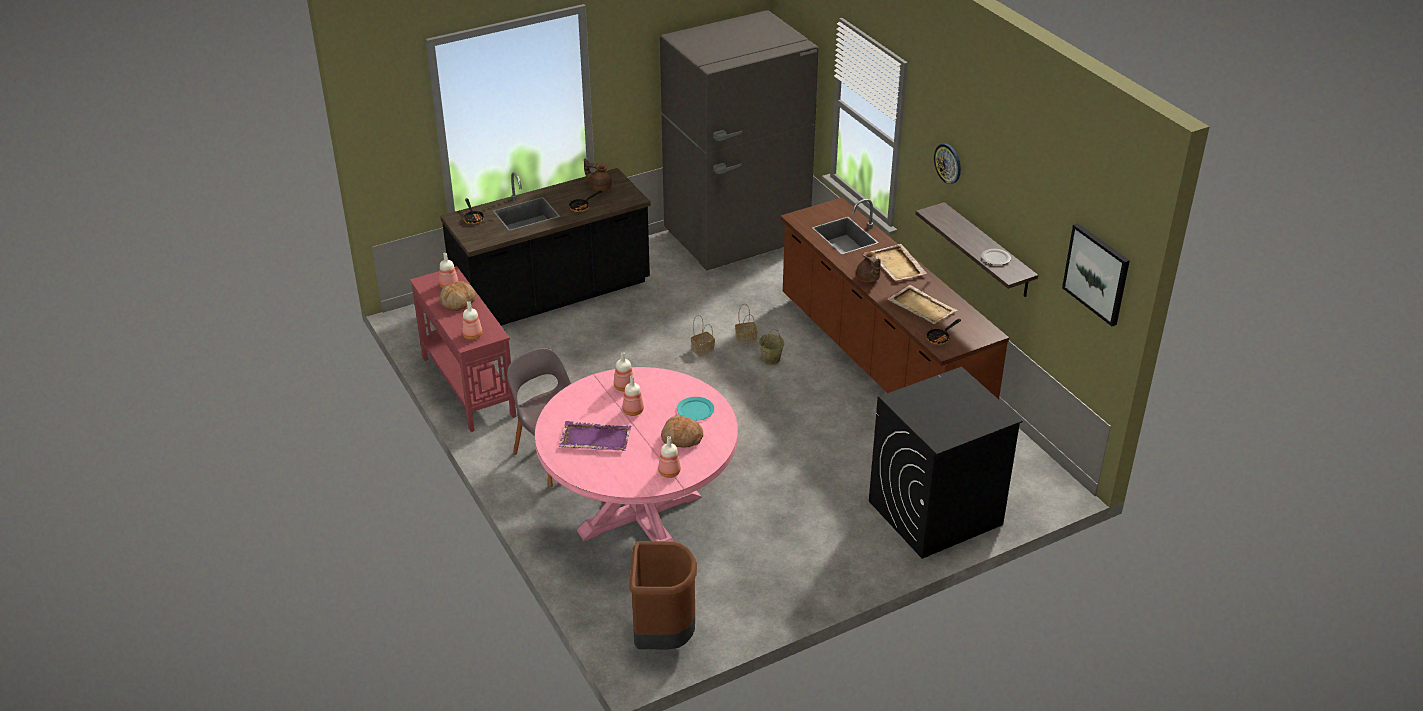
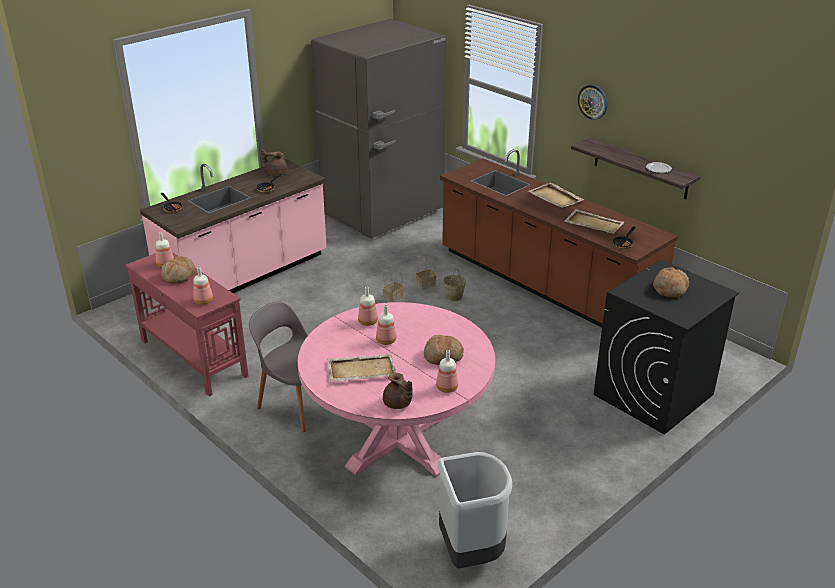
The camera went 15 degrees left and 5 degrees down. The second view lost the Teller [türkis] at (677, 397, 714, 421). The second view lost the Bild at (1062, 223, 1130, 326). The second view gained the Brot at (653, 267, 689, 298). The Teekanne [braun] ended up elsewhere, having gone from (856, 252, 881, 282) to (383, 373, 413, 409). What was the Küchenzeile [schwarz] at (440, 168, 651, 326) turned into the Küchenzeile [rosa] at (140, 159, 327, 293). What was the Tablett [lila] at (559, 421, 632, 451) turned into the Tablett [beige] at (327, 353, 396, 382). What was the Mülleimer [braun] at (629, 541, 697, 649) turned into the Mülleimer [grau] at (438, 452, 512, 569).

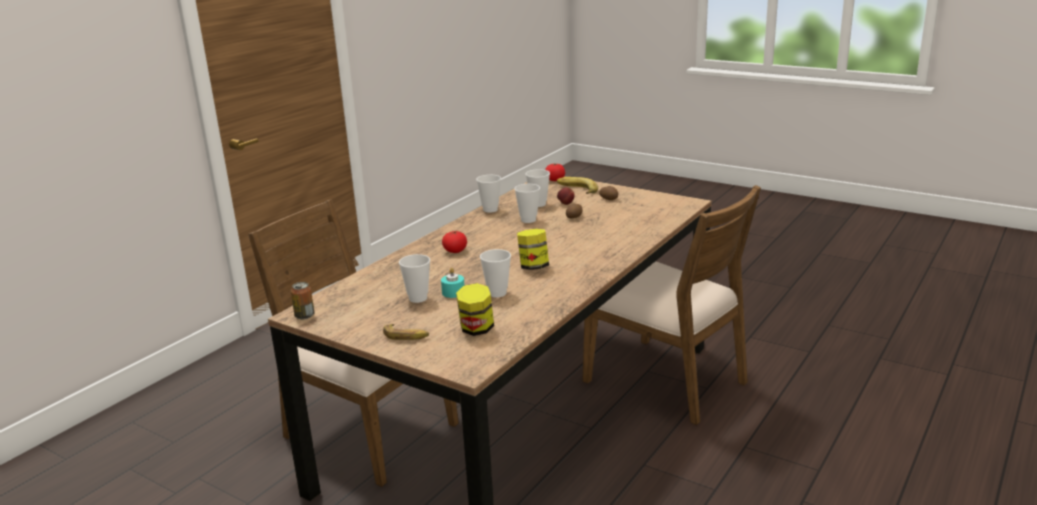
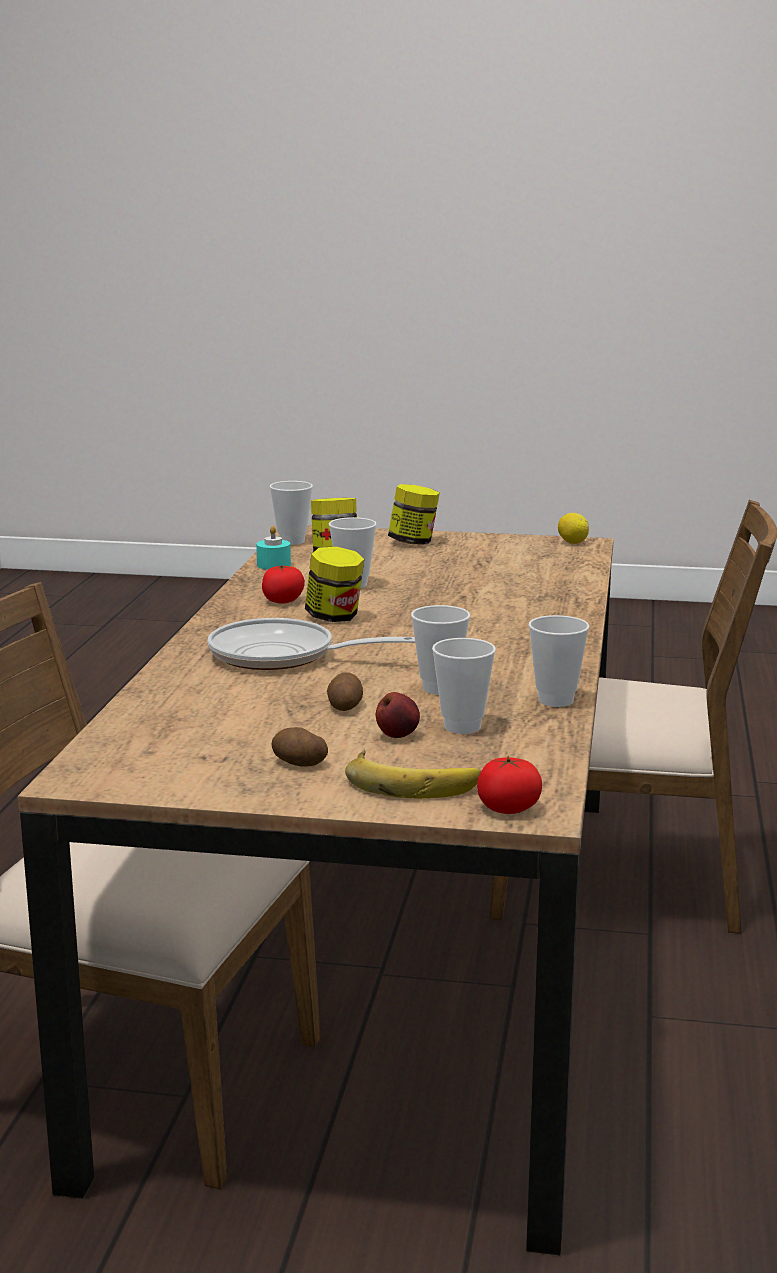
The camera went 155 degrees right and 5 degrees down. The second view gained the Pfanne at (208, 618, 415, 670). The Tasse ended up elsewhere, having gone from (399, 254, 430, 303) to (270, 481, 313, 545). The Kerze [türkis] ended up elsewhere, having gone from (441, 268, 464, 298) to (256, 526, 291, 570). The Tomate ended up elsewhere, having gone from (442, 231, 467, 253) to (262, 565, 305, 604). Where the Dose stood at (291, 282, 314, 319), the Zitrone came to stand at (558, 513, 589, 544). Where the Banane stood at (383, 324, 429, 340), the Vorratsglas came to stand at (388, 484, 440, 544).

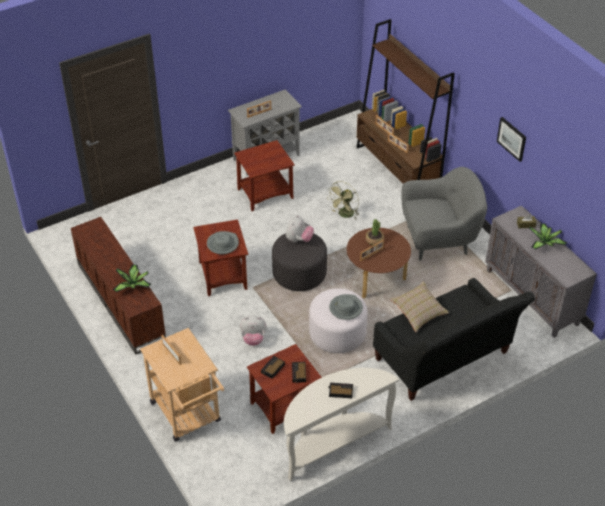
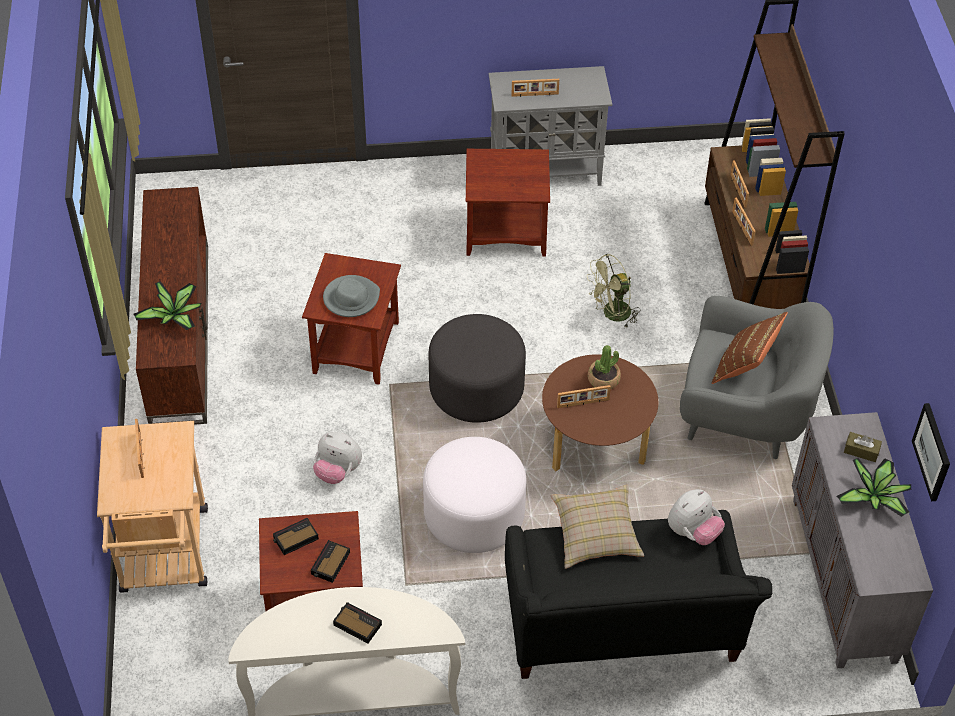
The camera went 25 degrees right and 5 degrees up. The second view lost the Hut [grau] at (329, 294, 363, 320). The second view gained the Kissen [braun] at (712, 312, 788, 384). The Plüschtier ended up elsewhere, having gone from (286, 215, 314, 242) to (668, 489, 725, 545). The Bild ended up elsewhere, having gone from (497, 117, 526, 162) to (912, 403, 950, 501).

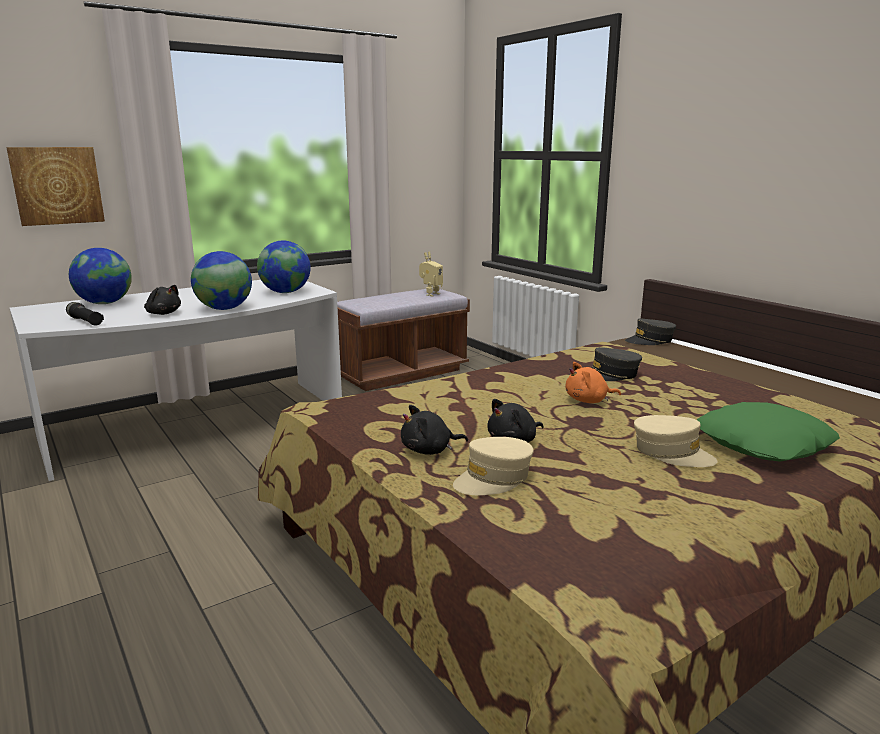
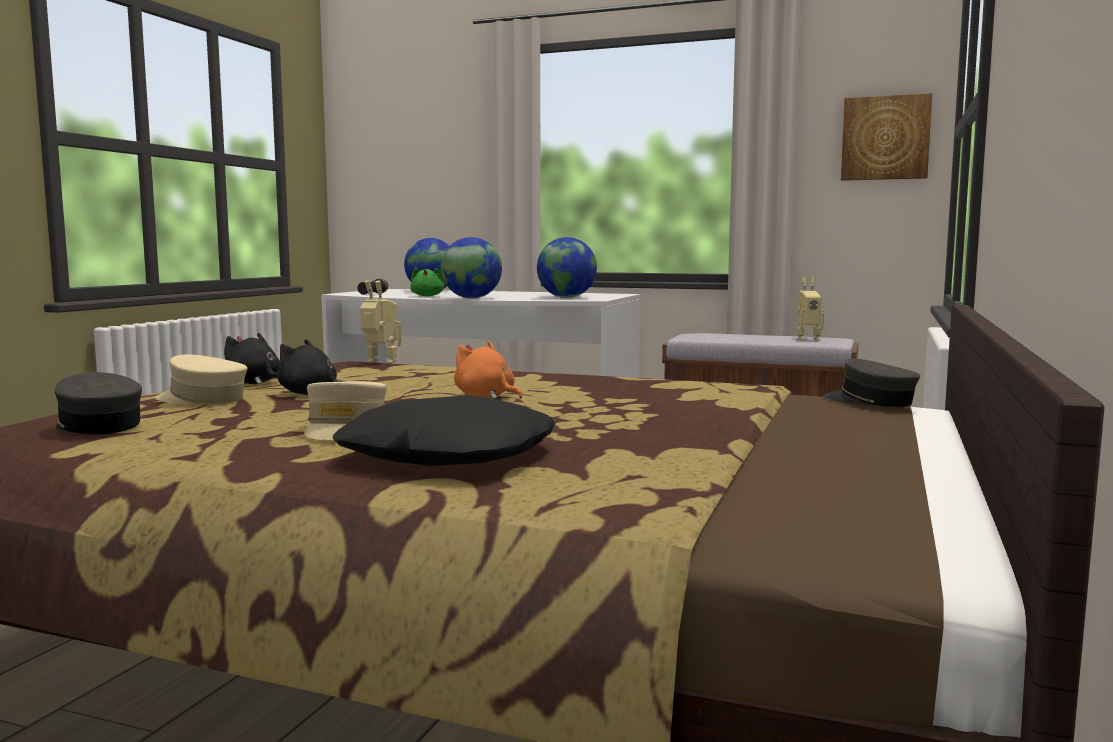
The camera went 55 degrees right and 10 degrees down. The second view gained the Spielzeugroboter at (360, 280, 402, 364). The Bild ended up elsewhere, having gone from (6, 147, 105, 226) to (841, 93, 932, 181). The Kappe [grau] ended up elsewhere, having gone from (592, 347, 642, 381) to (55, 372, 142, 434). What was the Plüschtier [schwarz] at (144, 285, 181, 315) turned into the Plüschtier [grün] at (410, 267, 444, 296). What was the Kissen [grün] at (697, 402, 840, 462) turned into the Kissen [schwarz] at (333, 395, 555, 466).

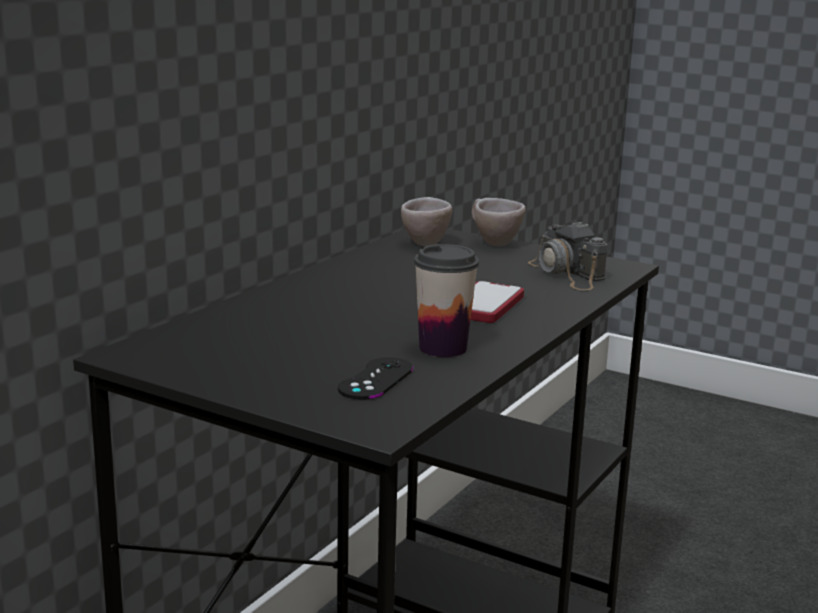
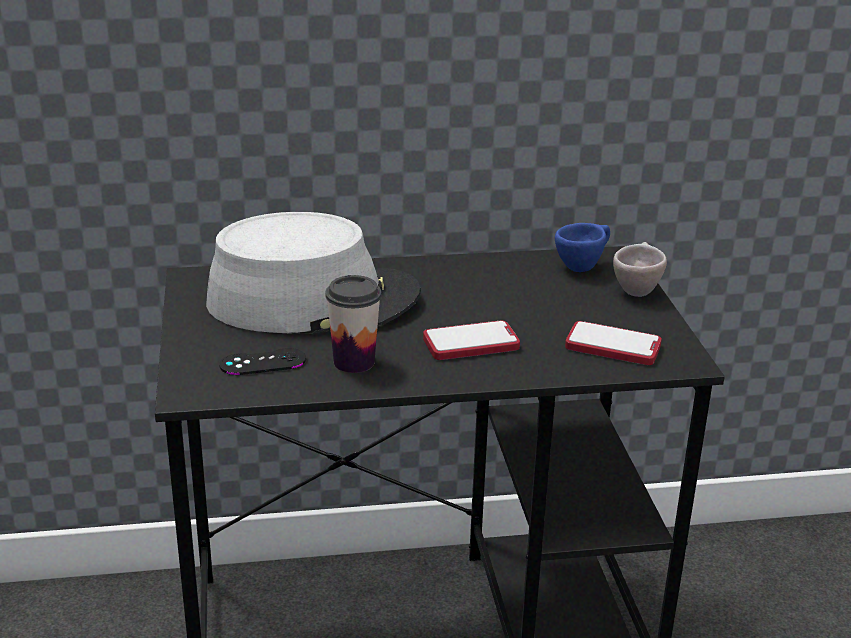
The camera went 50 degrees right and 10 degrees up. The second view gained the Hut [grau] at (206, 212, 421, 333). Where the Kamera stood at (528, 222, 607, 290), the Handy came to stand at (565, 321, 662, 365). What was the Tasse [beige] at (401, 197, 452, 246) turned into the Tasse [blau] at (555, 223, 610, 272).

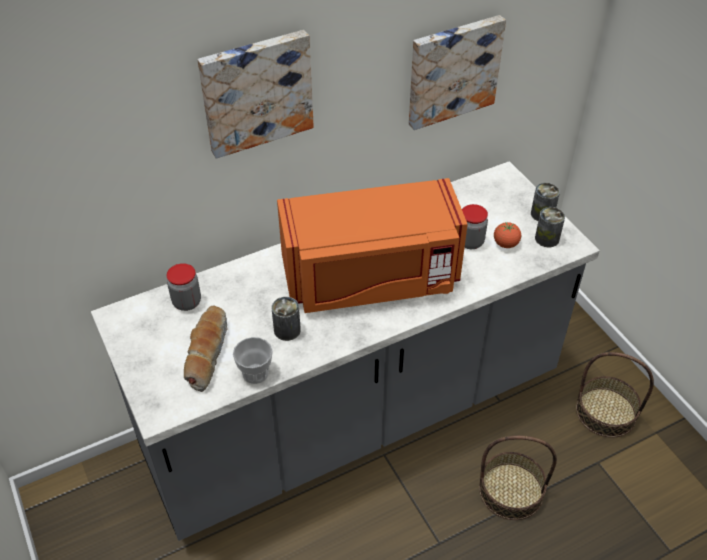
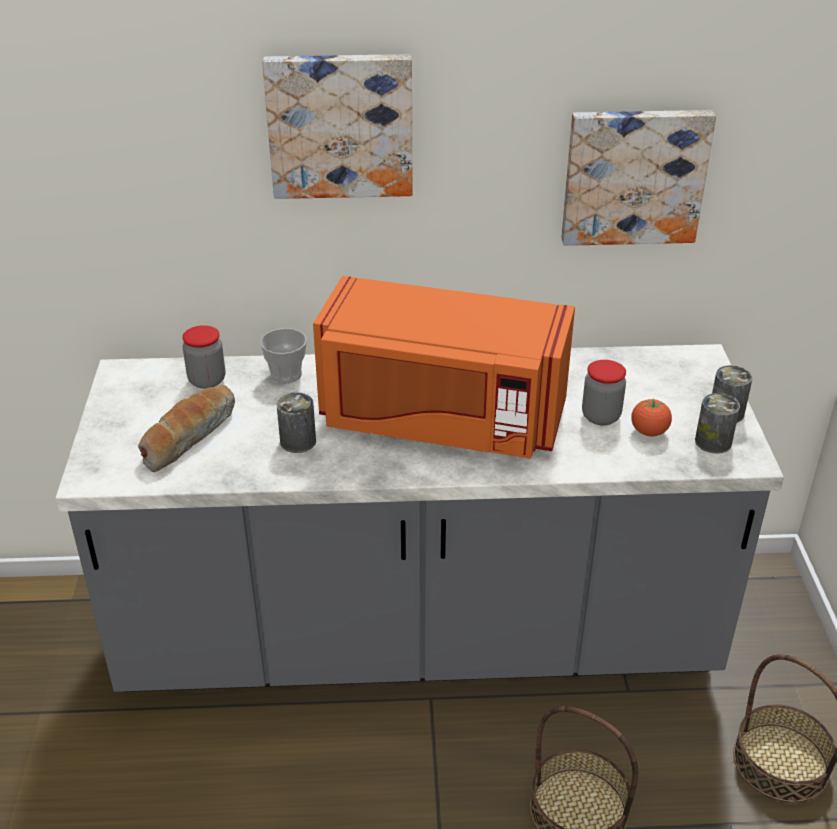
The camera went 25 degrees right and 10 degrees down. The Tasse ended up elsewhere, having gone from (233, 337, 273, 384) to (260, 328, 307, 383).

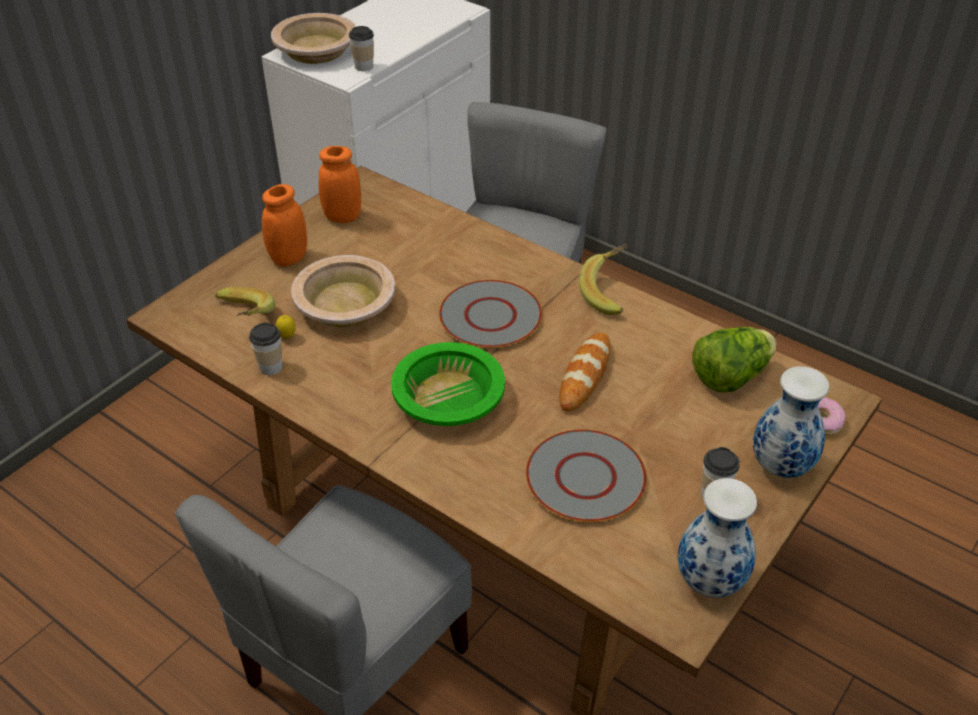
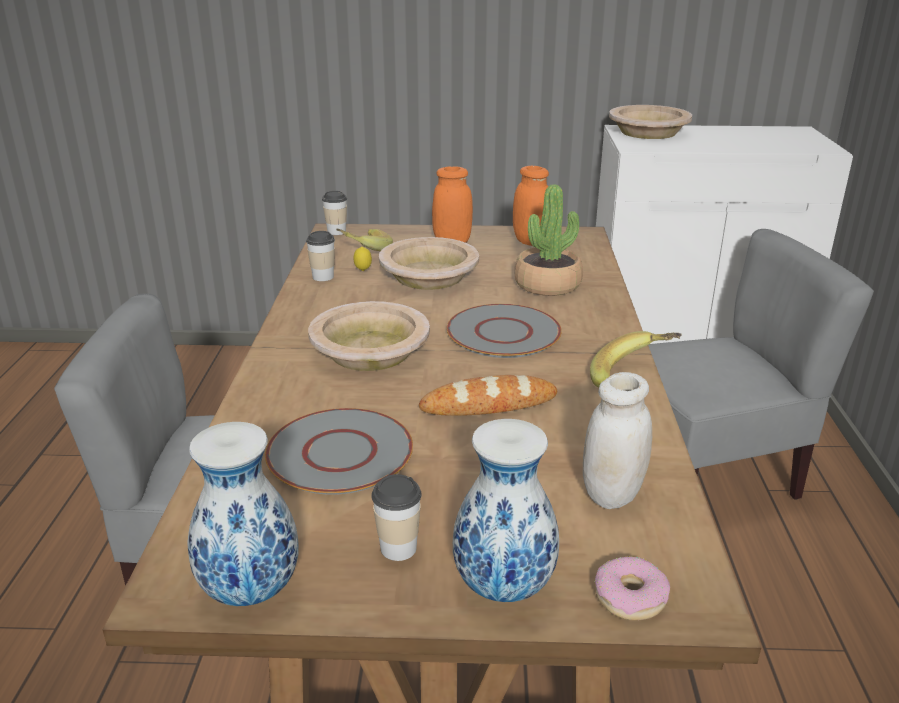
The camera went 55 degrees right and 15 degrees down. The second view gained the Topfpflanze at (514, 184, 583, 296). The Tasse ended up elsewhere, having gone from (349, 26, 374, 71) to (322, 191, 347, 235). Where the Salatkopf stood at (692, 327, 777, 393), the Vorratsglas [weiß] came to stand at (583, 372, 652, 509). What was the Schüssel [grün] at (391, 342, 505, 426) turned into the Schüssel [beige] at (308, 301, 430, 371).

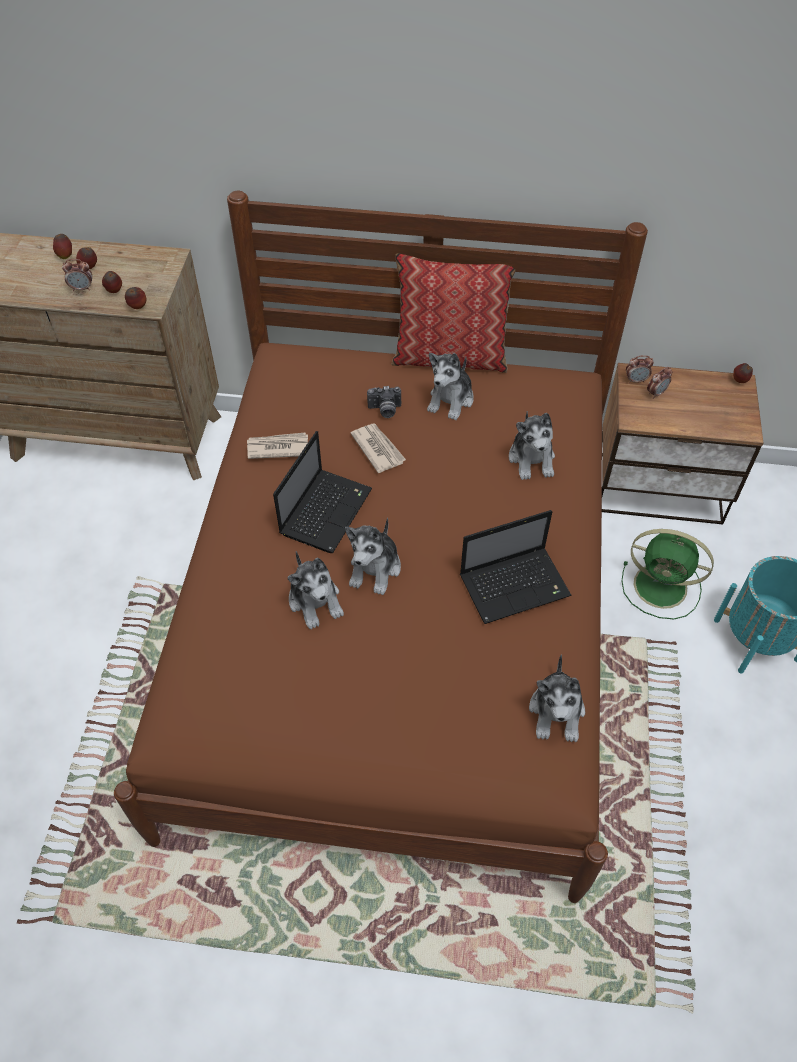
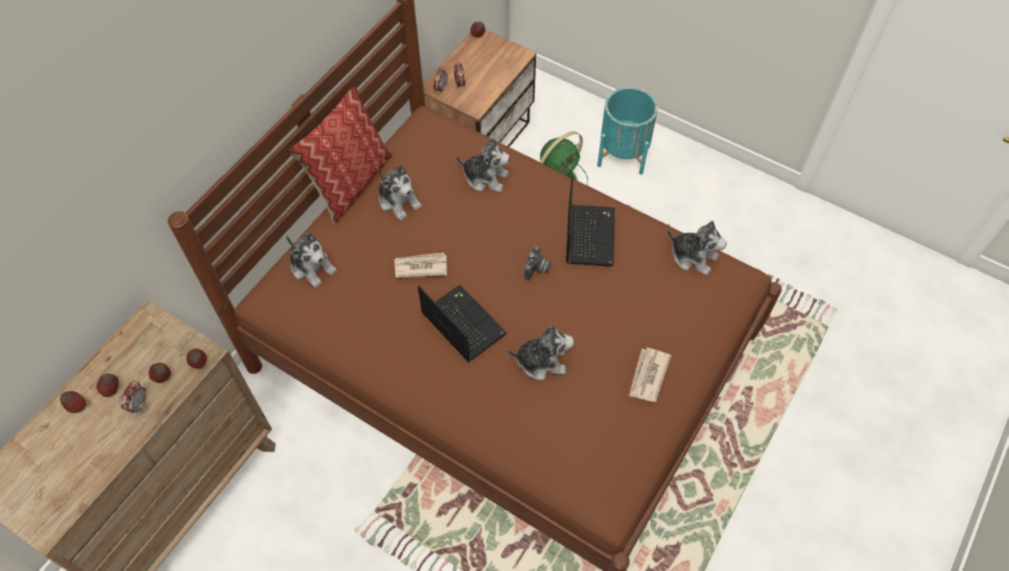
The camera went 65 degrees left and 5 degrees up. The Zeitung ended up elsewhere, having gone from (247, 432, 308, 459) to (629, 348, 671, 402). The Plüschtier ended up elsewhere, having gone from (345, 517, 401, 595) to (286, 233, 337, 288). The Kamera ended up elsewhere, having gone from (367, 386, 401, 418) to (524, 246, 551, 280).

